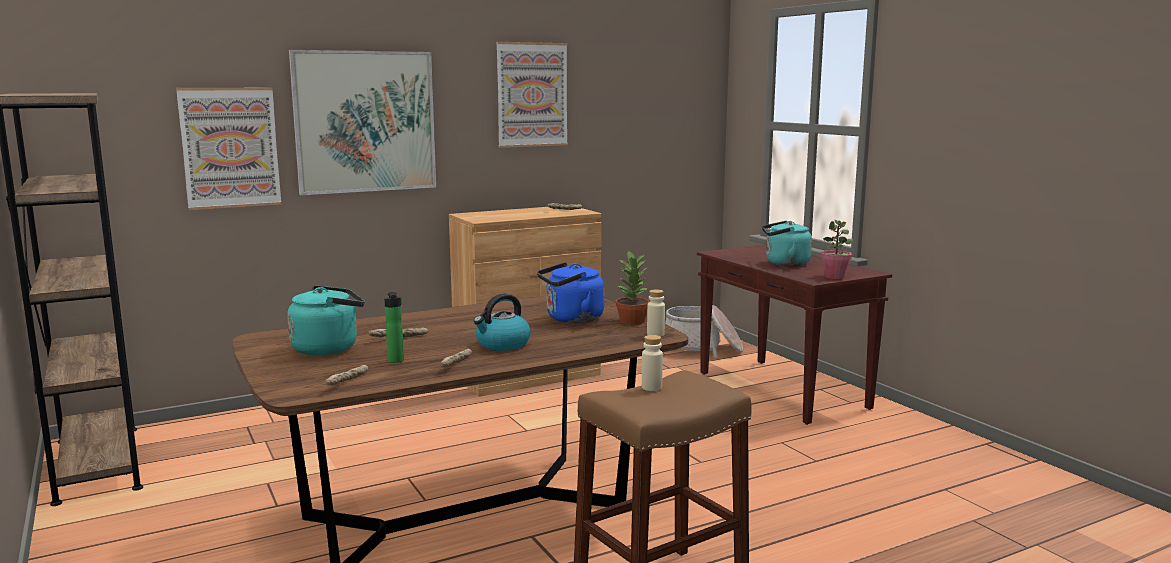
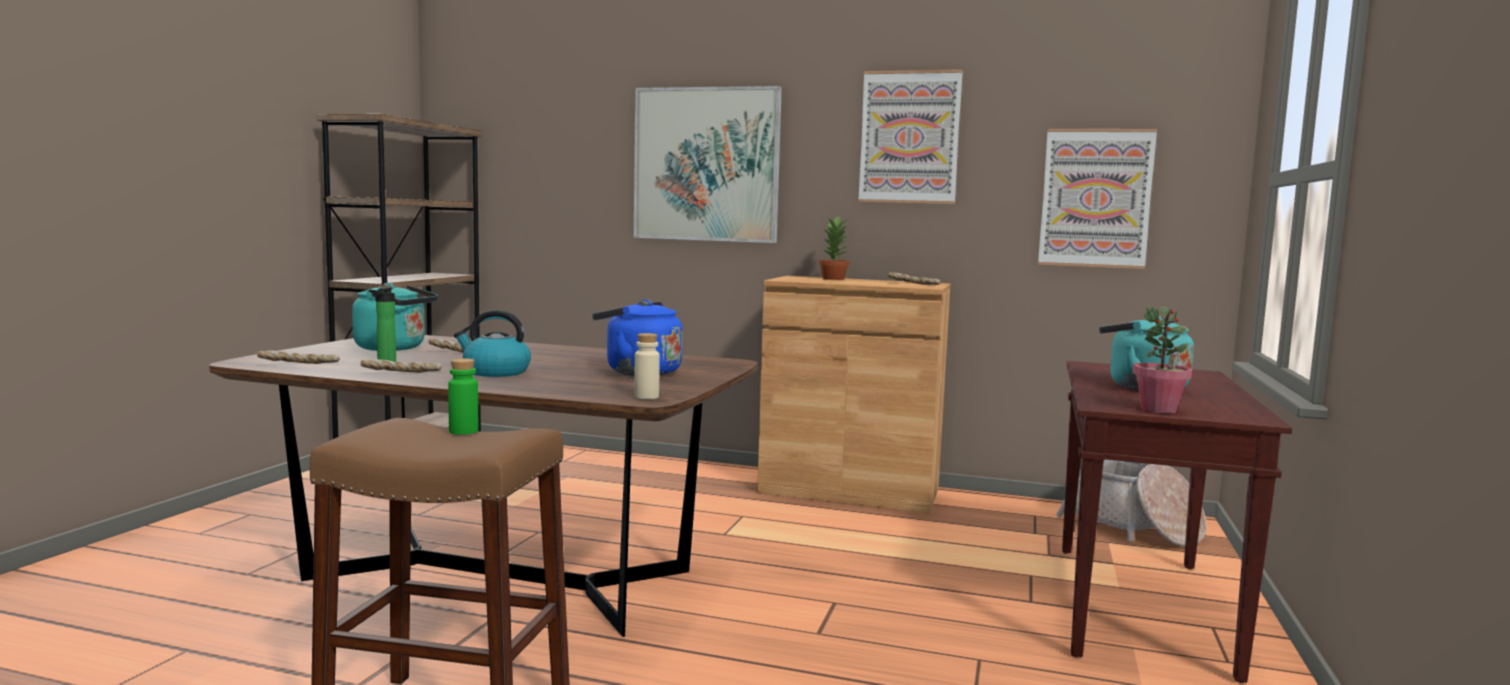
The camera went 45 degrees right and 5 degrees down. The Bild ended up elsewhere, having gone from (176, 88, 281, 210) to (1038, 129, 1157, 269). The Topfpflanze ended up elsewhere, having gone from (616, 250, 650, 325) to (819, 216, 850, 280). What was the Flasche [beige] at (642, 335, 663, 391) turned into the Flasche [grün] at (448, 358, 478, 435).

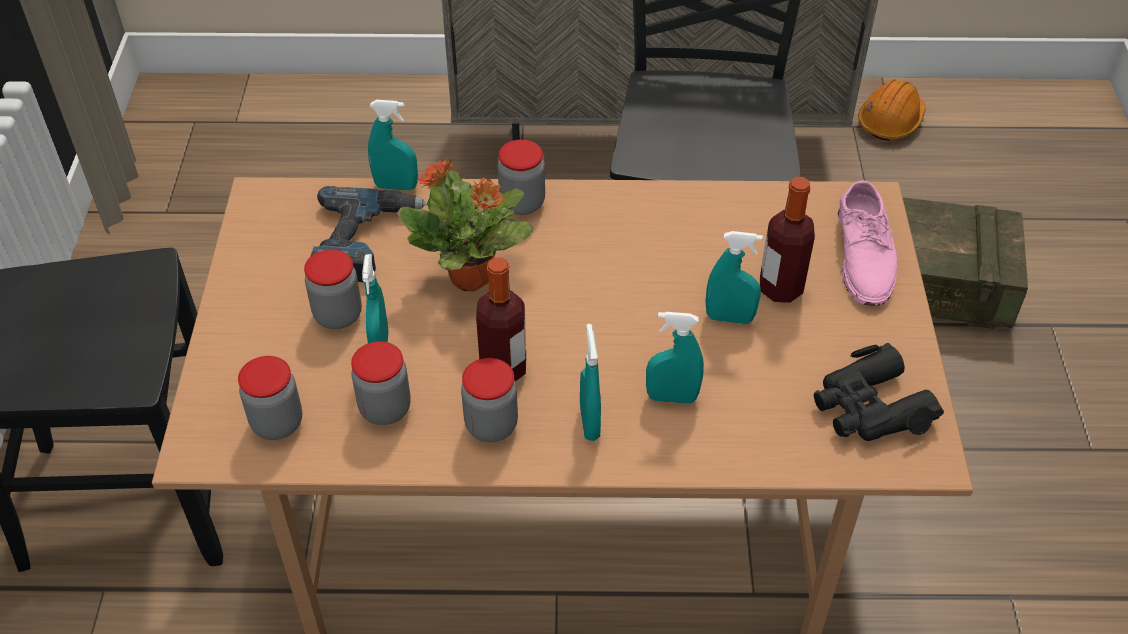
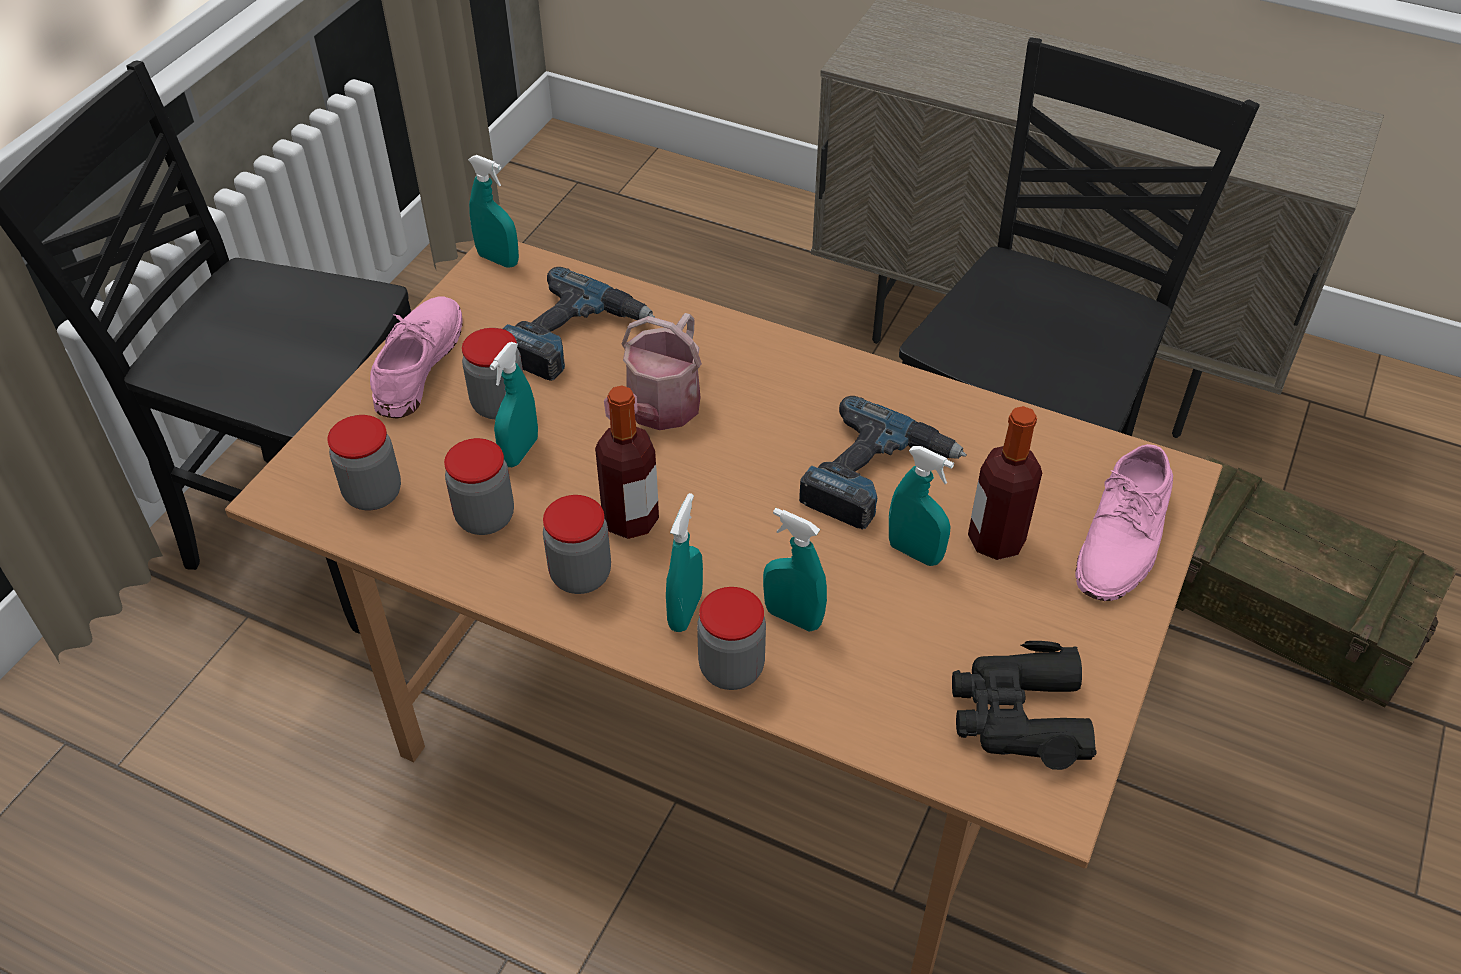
The camera went 25 degrees right and 0 degrees up. The second view lost the Schutzhelm [orange] at (858, 79, 926, 141). The second view gained the Schuh [rosa] at (370, 296, 463, 419). The second view gained the Bohrmaschine at (799, 396, 967, 530). The Sprühflasche [türkis] ended up elsewhere, having gone from (368, 100, 418, 191) to (468, 155, 519, 268). The Vorratsglas ended up elsewhere, having gone from (498, 140, 545, 215) to (697, 587, 766, 690). Where the Topfpflanze stood at (397, 159, 533, 292), the Gießkanne came to stand at (604, 313, 702, 430).

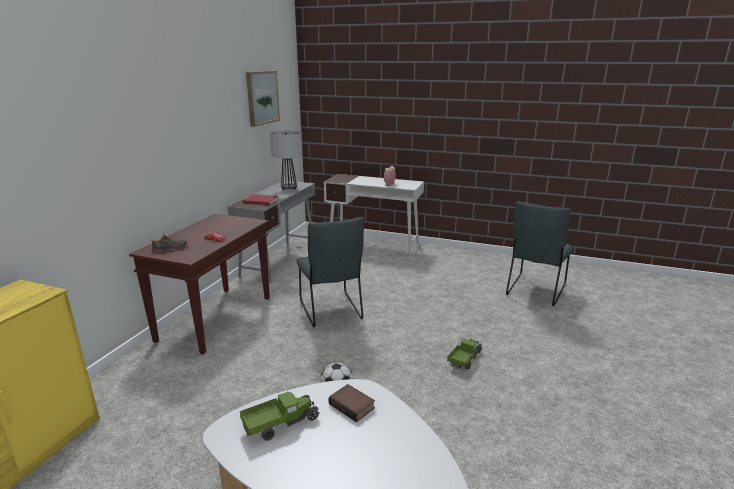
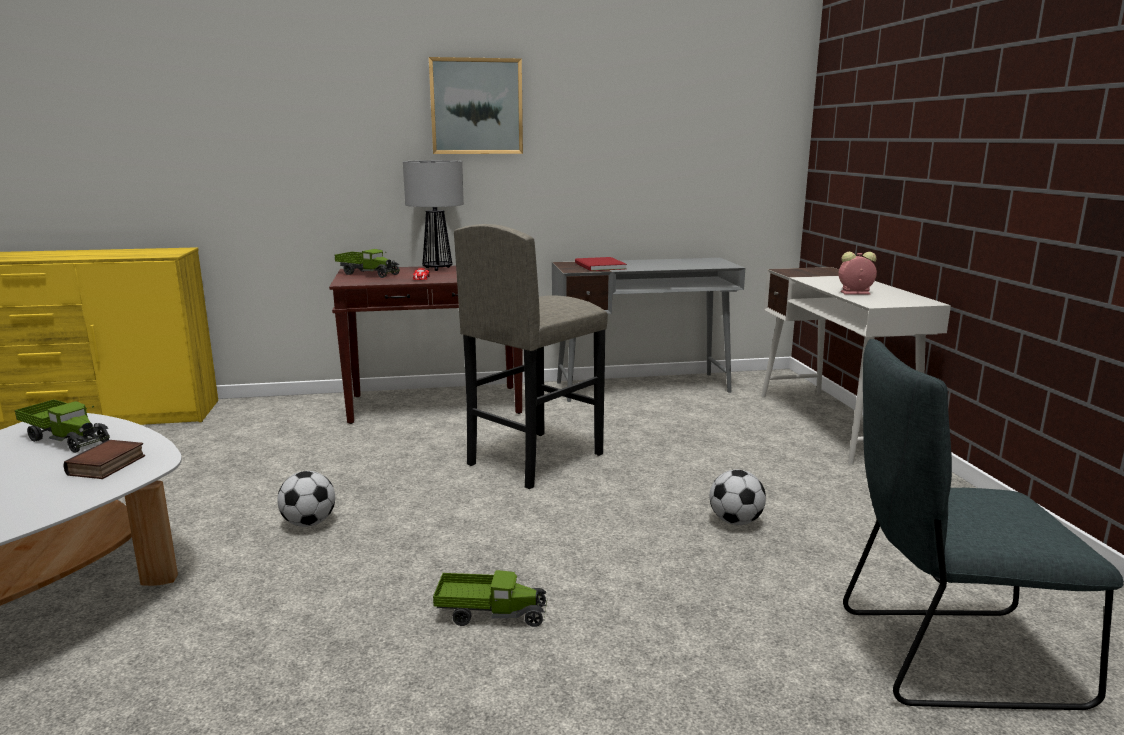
The camera went 60 degrees right and 5 degrees down. The second view gained the Fußball at (710, 470, 766, 525). The Bild ended up elsewhere, having gone from (246, 71, 280, 127) to (429, 57, 523, 154). The Tischlampe ended up elsewhere, having gone from (270, 130, 303, 190) to (403, 160, 464, 271). Where the Schuh [schwarz] stood at (150, 232, 187, 253), the Spielzeuglaster came to stand at (334, 249, 400, 278). Where the Stuhl [grau] stood at (296, 217, 364, 328), the Hocker [grau] came to stand at (454, 224, 608, 489).

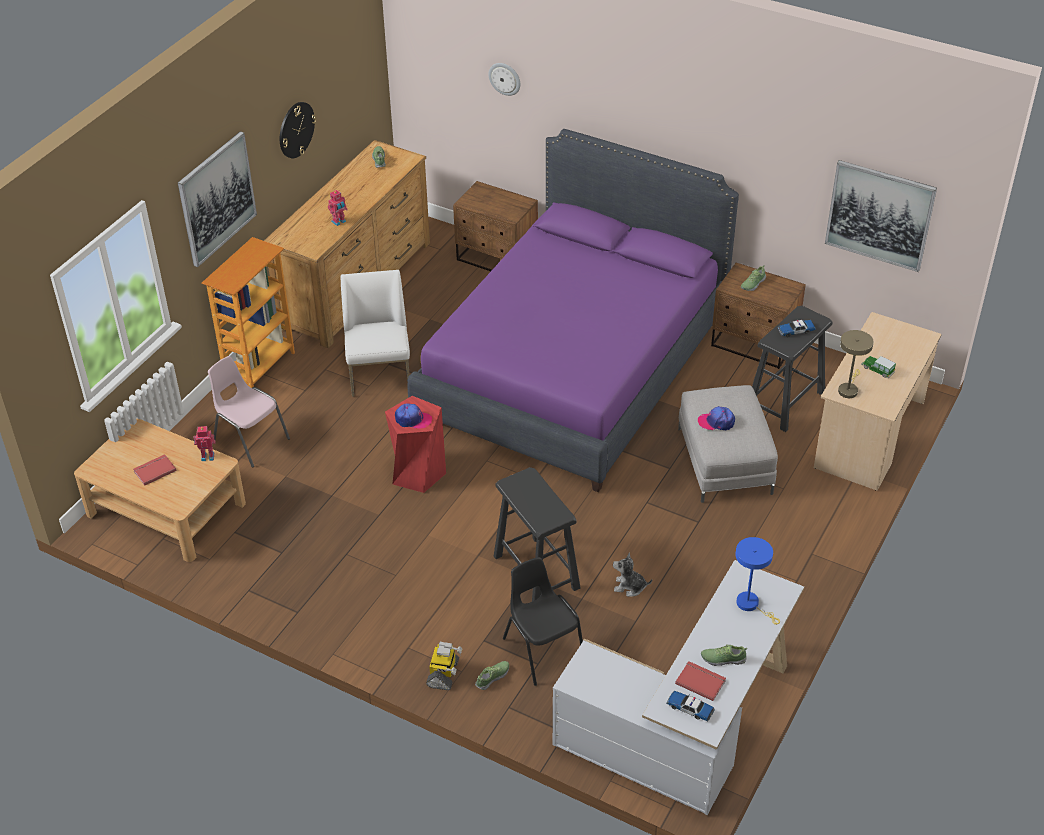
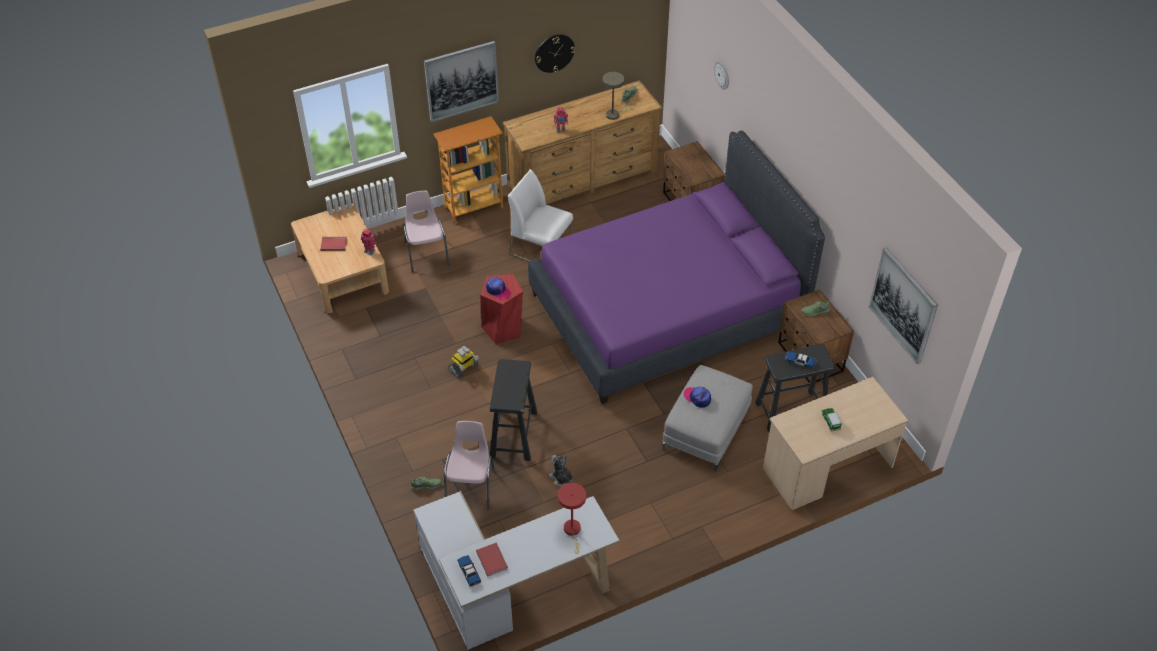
The camera went 35 degrees right and 5 degrees up. The second view lost the Schuh at (701, 644, 748, 666). The Spielzeugroboter ended up elsewhere, having gone from (426, 642, 462, 690) to (448, 346, 479, 379). The Tischlampe [beige] ended up elsewhere, having gone from (838, 330, 874, 398) to (603, 72, 633, 120). What was the Stuhl [schwarz] at (503, 557, 583, 686) turned into the Stuhl [rosa] at (444, 421, 495, 510). What was the Tischlampe [blau] at (735, 537, 780, 625) turned into the Tischlampe [rot] at (558, 483, 586, 554). The Stuhl [weiß] at (341, 270, 410, 397) ended up facing another way, 90 degrees counterclockwise from before.

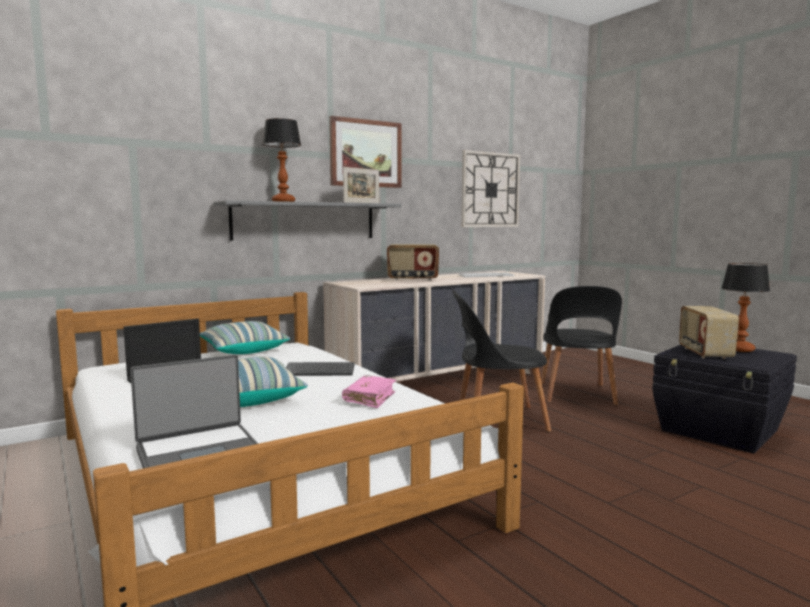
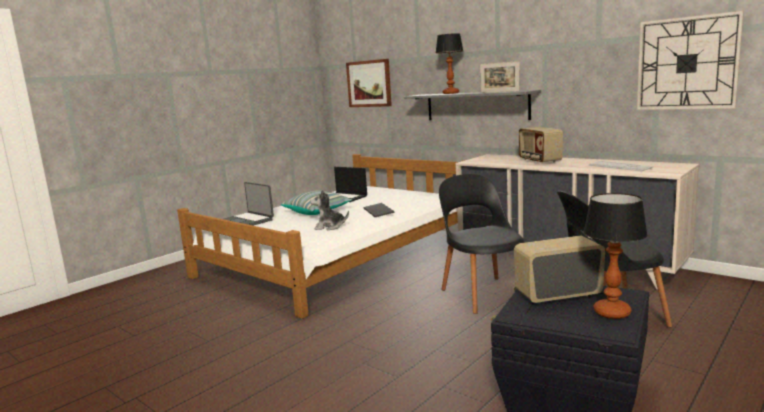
The camera went 75 degrees right and 5 degrees up. The second view lost the Kissen at (200, 321, 290, 354). The Bild ended up elsewhere, having gone from (329, 116, 401, 188) to (346, 59, 392, 107). Where the Buch [rosa] stood at (342, 375, 396, 408), the Plüschtier came to stand at (310, 190, 349, 231).

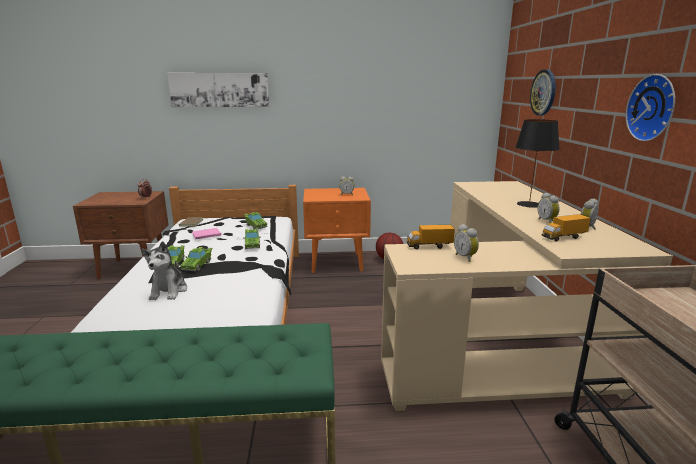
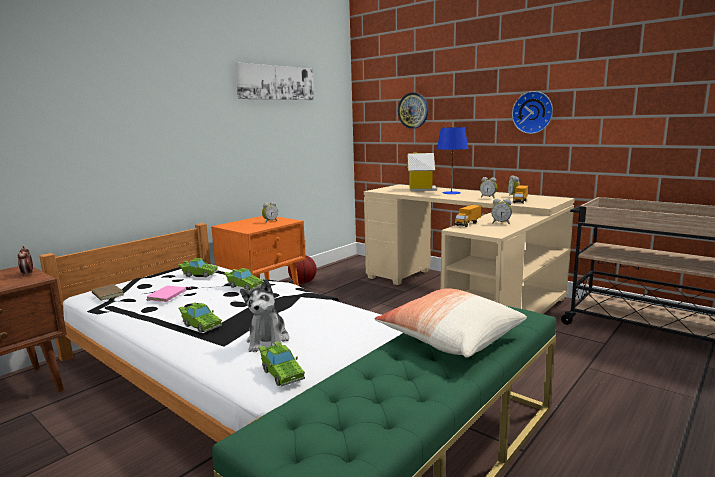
The camera went 45 degrees left and 5 degrees down. The second view gained the Kissen at (375, 288, 527, 358). The second view gained the Spielzeughaus at (407, 153, 437, 191). The Bild ended up elsewhere, having gone from (167, 73, 269, 107) to (235, 62, 314, 100). The Spielzeugauto [grün] ended up elsewhere, having gone from (180, 247, 212, 271) to (258, 342, 305, 387). What was the Tischlampe [schwarz] at (515, 119, 560, 208) turned into the Tischlampe [blau] at (437, 127, 469, 194). The Plüschtier at (142, 241, 187, 300) ended up facing another way, 45 degrees clockwise from before.

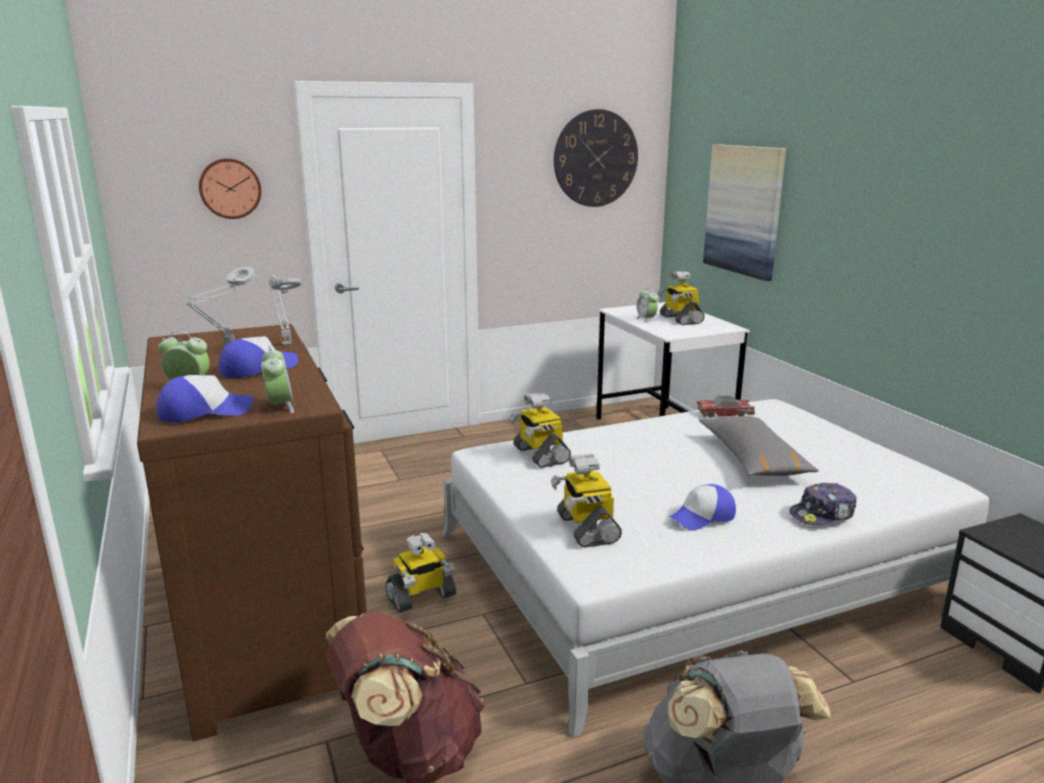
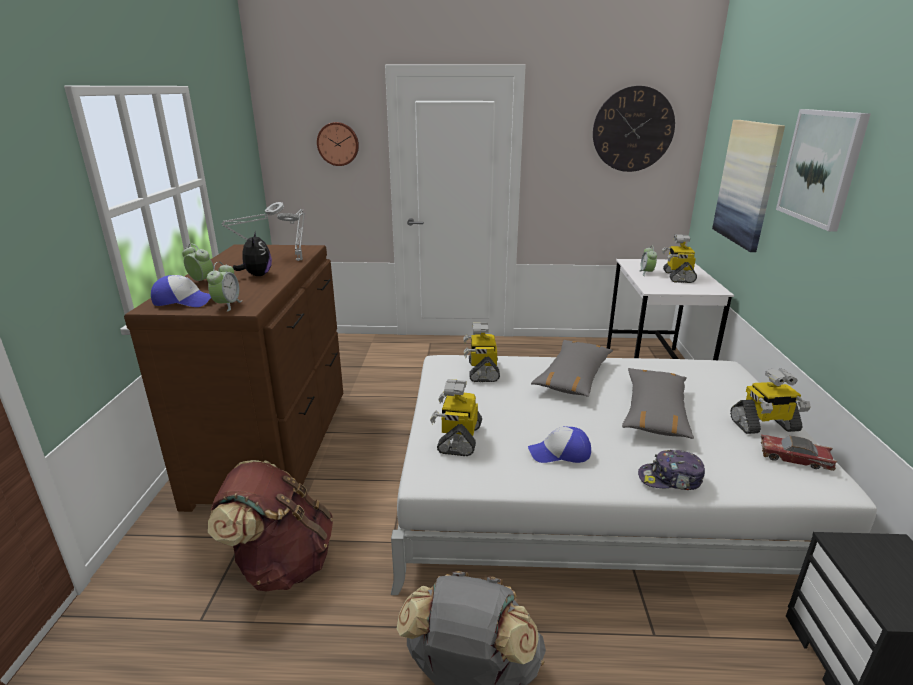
The camera went 25 degrees right and 5 degrees up. The second view gained the Kissen [grau] at (531, 340, 613, 397). The second view gained the Bild at (776, 109, 871, 231). The Spielzeugroboter ended up elsewhere, having gone from (385, 533, 456, 613) to (730, 368, 811, 434). The Spielzeugauto ended up elsewhere, having gone from (697, 396, 755, 418) to (761, 435, 837, 471). Where the Kappe stood at (219, 336, 298, 378), the Plüschtier came to stand at (233, 231, 272, 276).

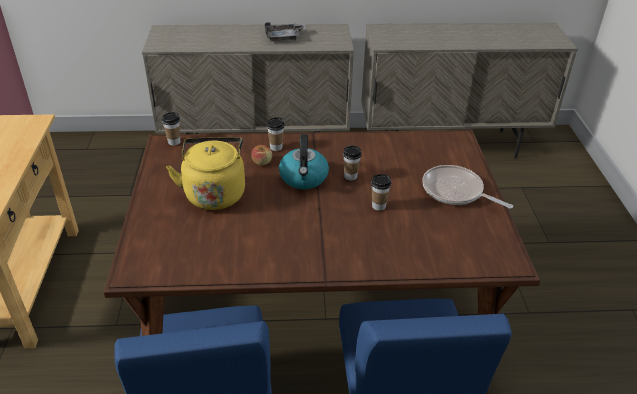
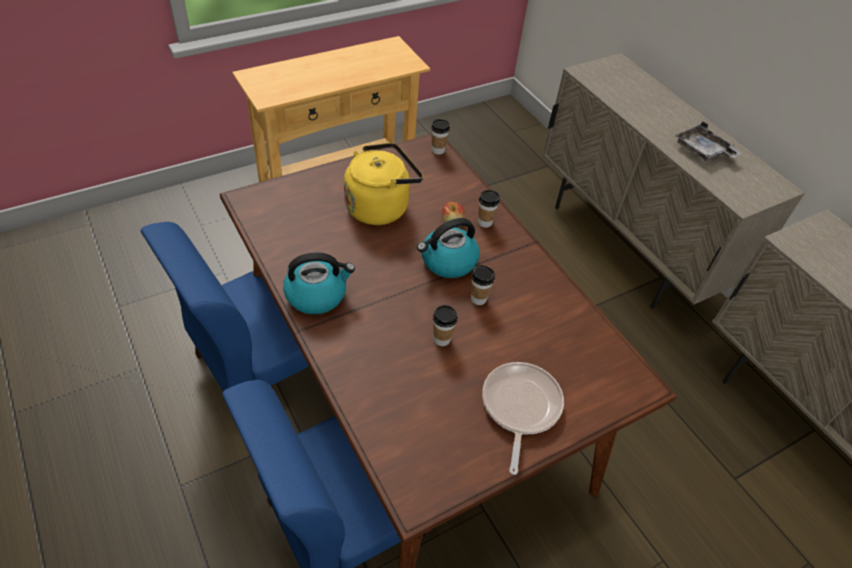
The camera went 60 degrees right and 10 degrees up. The second view gained the Wasserkessel at (283, 252, 355, 314).

